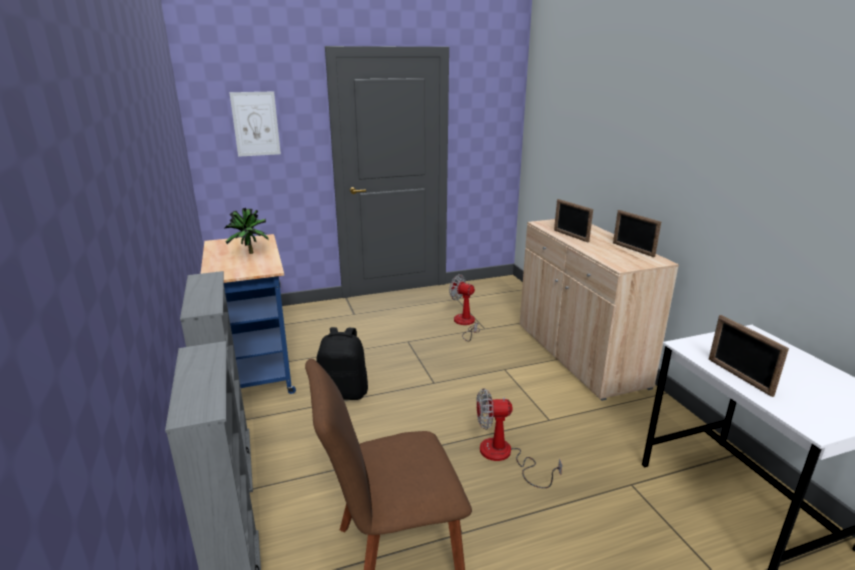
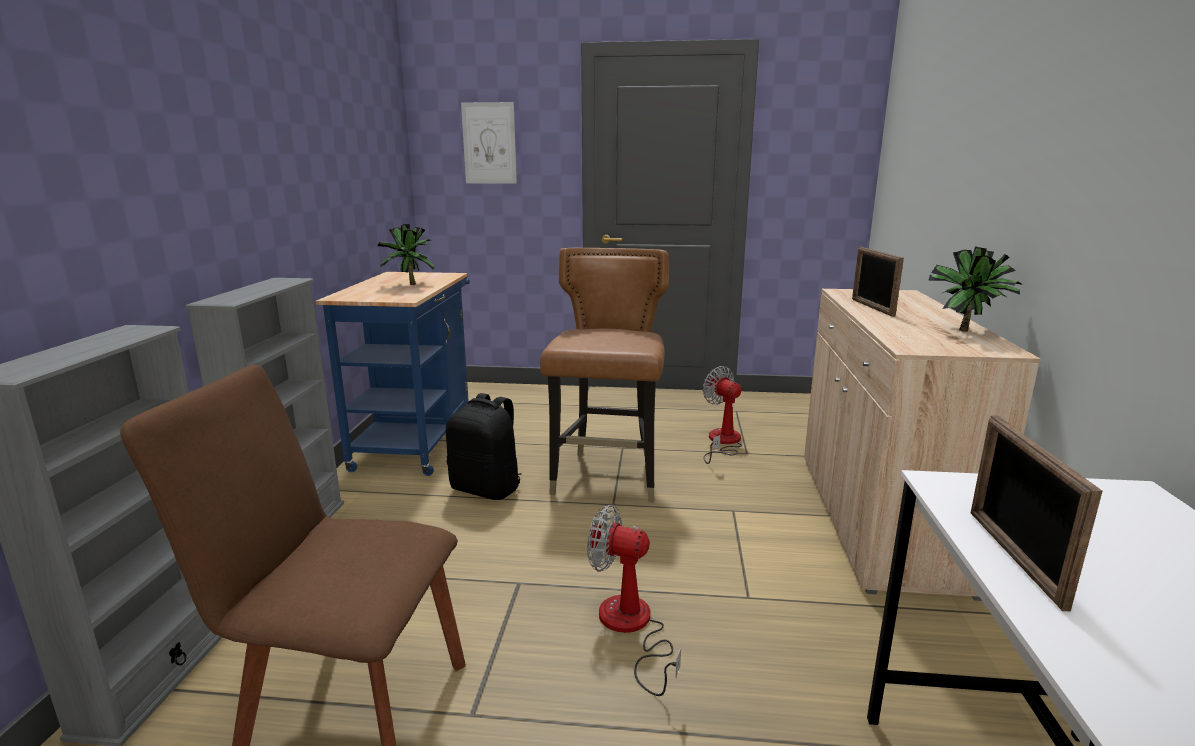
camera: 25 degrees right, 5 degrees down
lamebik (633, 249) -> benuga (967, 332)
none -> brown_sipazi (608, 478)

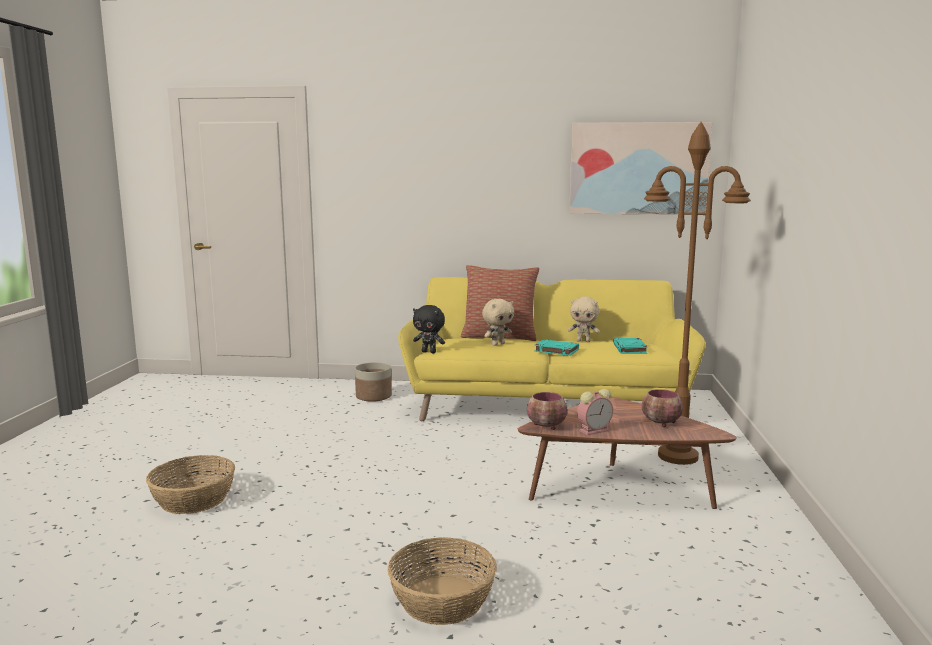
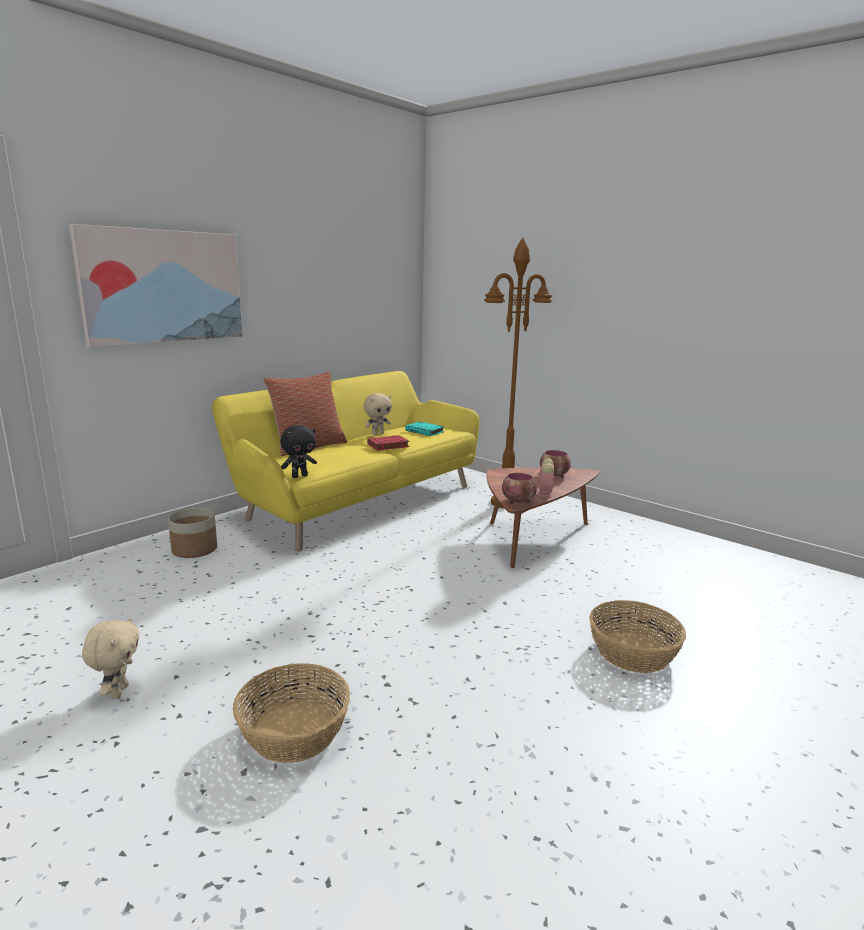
camera: 55 degrees left, 5 degrees up
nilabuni (638, 168) -> nilabuni (163, 286), move
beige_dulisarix (498, 344) -> beige_dulisarix (118, 691), move
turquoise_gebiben (556, 350) -> red_gebiben (387, 446)

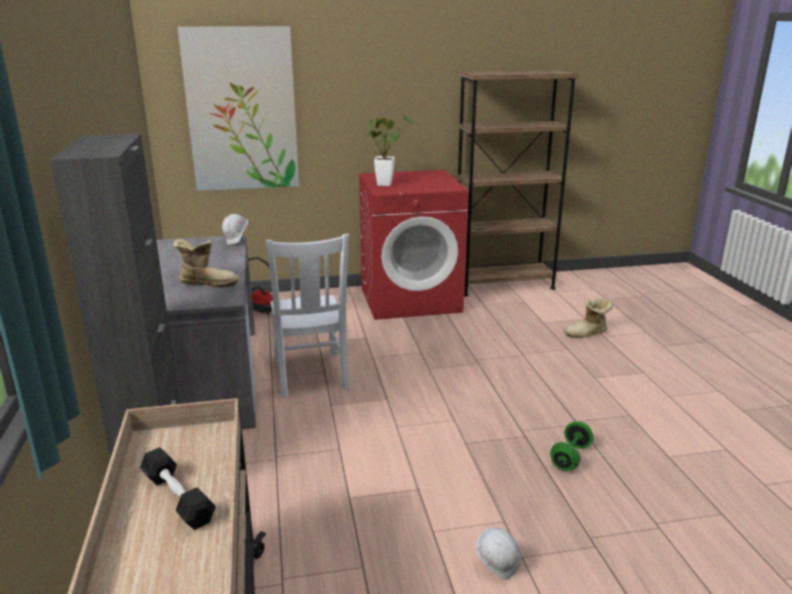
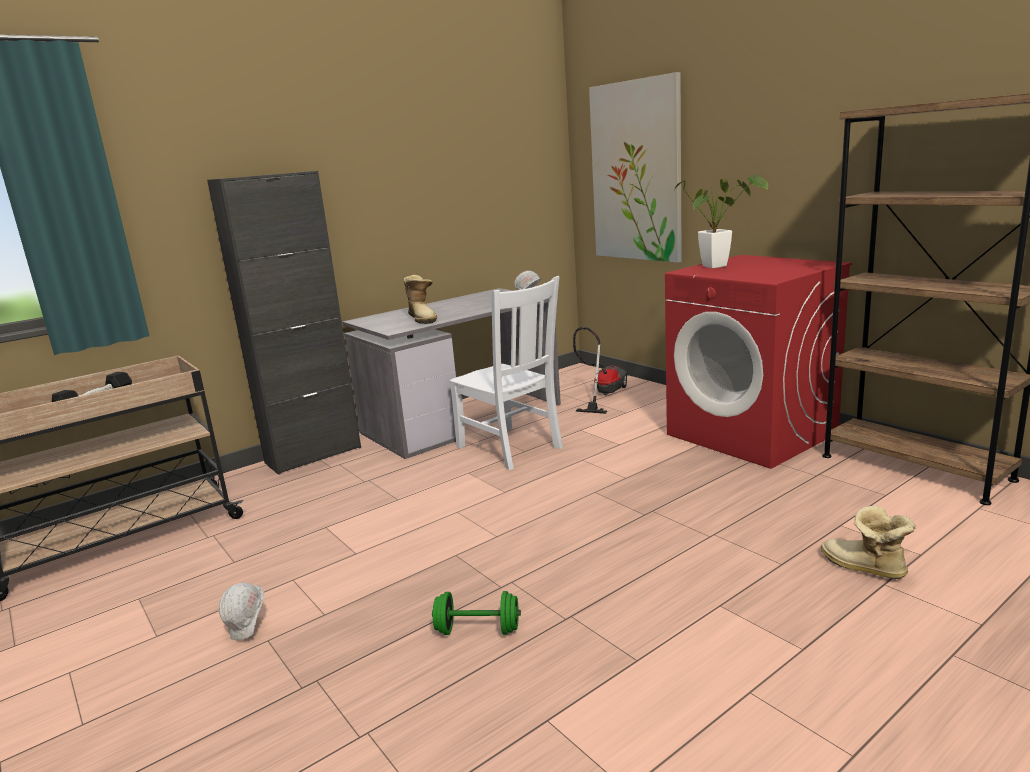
camera: 65 degrees right, 5 degrees down
white_sipazi (310, 376) -> white_sipazi (511, 448), 90 degrees counterclockwise

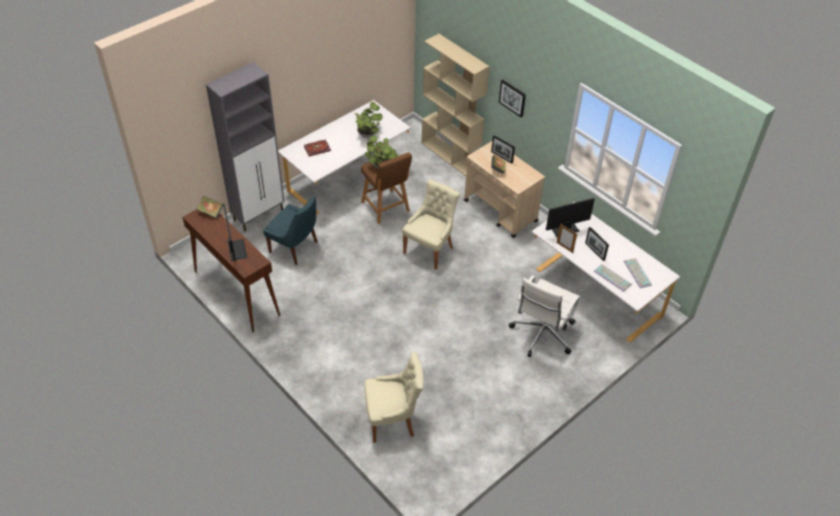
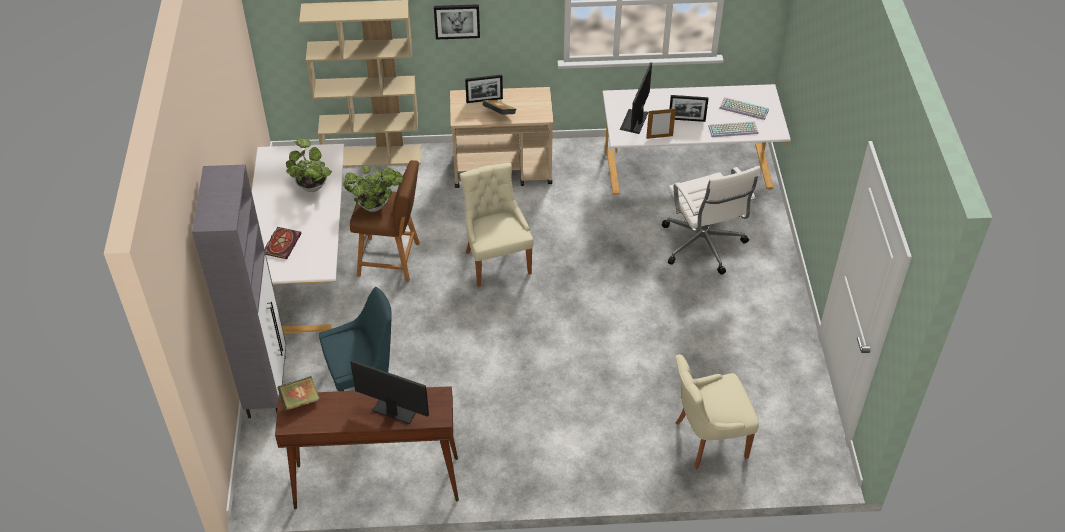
camera: 50 degrees left, 0 degrees up
beige_sipazi (393, 420) -> beige_sipazi (708, 439), 135 degrees counterclockwise

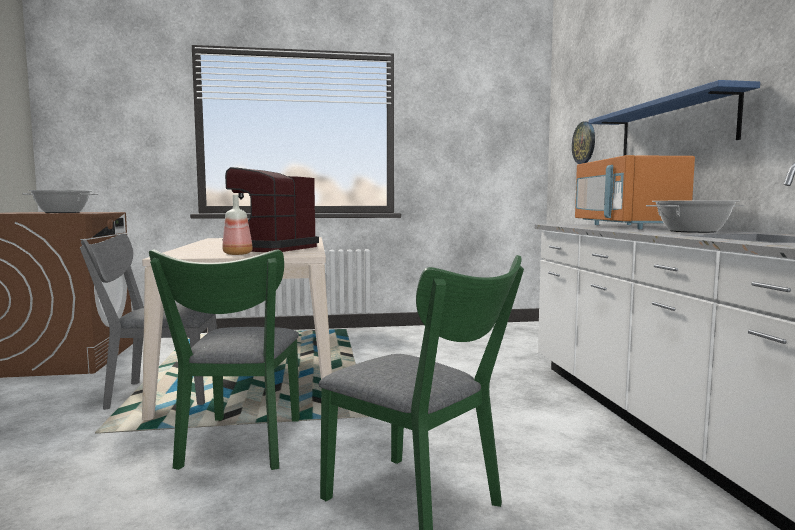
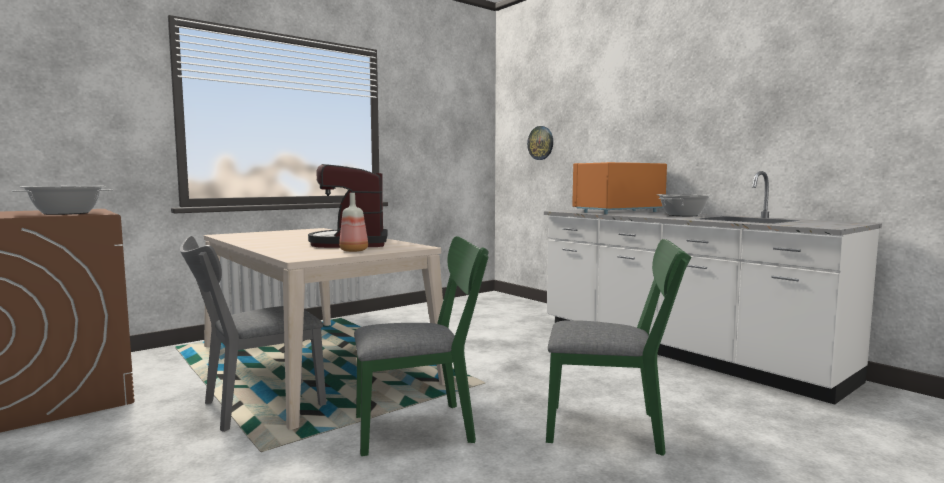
camera: 30 degrees left, 0 degrees up
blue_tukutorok (674, 127) -> none
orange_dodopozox (626, 226) -> orange_dodopozox (618, 212), 90 degrees clockwise
green_sipazi (240, 446) -> green_sipazi (423, 427), 75 degrees counterclockwise

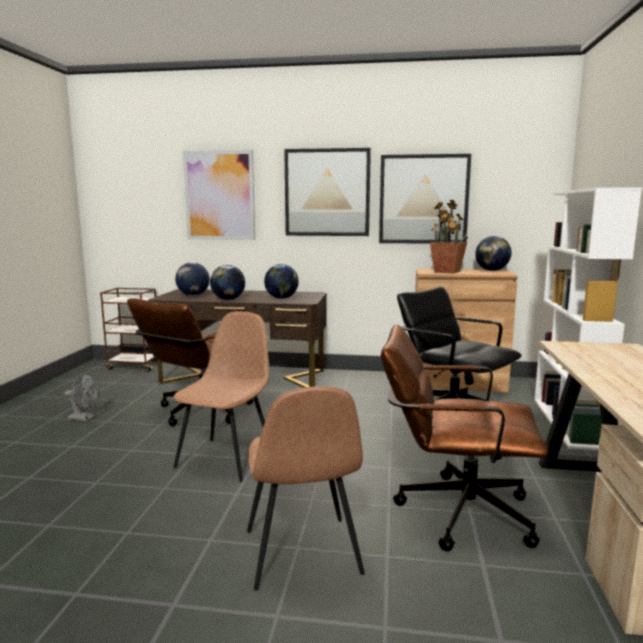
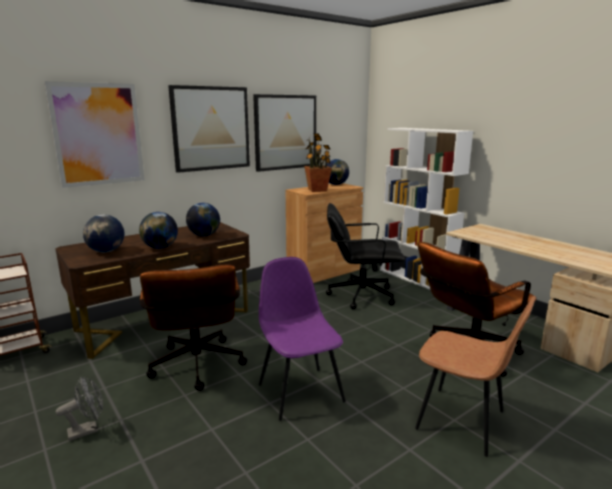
camera: 45 degrees left, 5 degrees up
brown_sipazi (227, 458) -> purple_sipazi (300, 391)

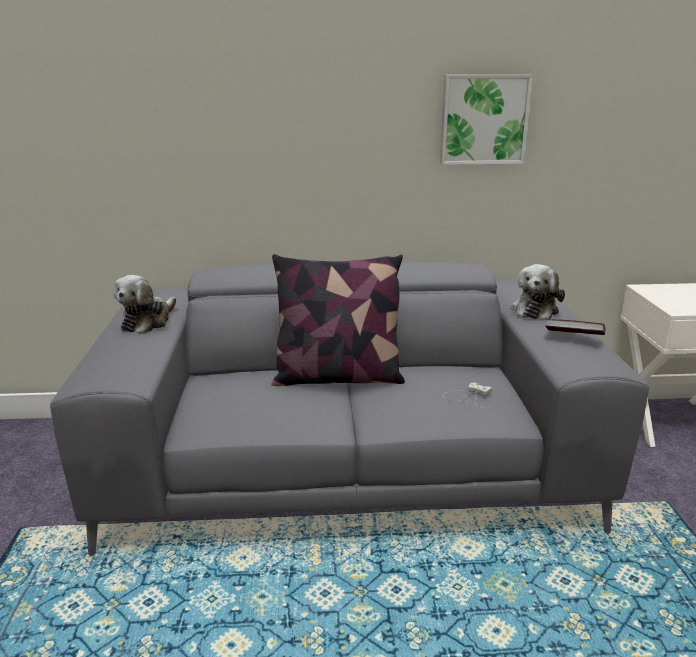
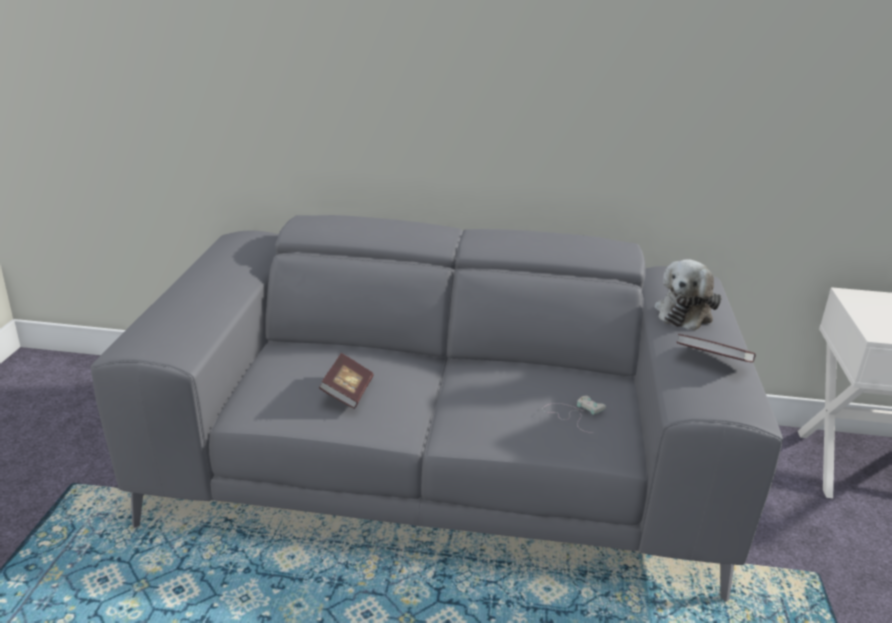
camera: 10 degrees right, 5 degrees up
nilabuni (483, 119) -> none
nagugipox (337, 377) -> none
dulisarix (148, 322) -> none
none -> gebiben (347, 392)

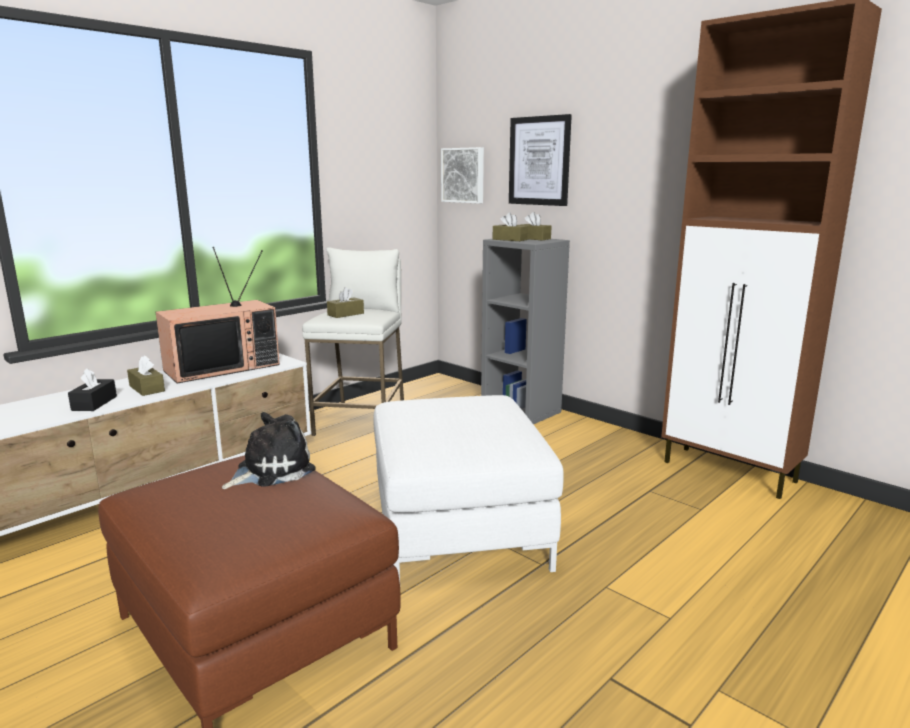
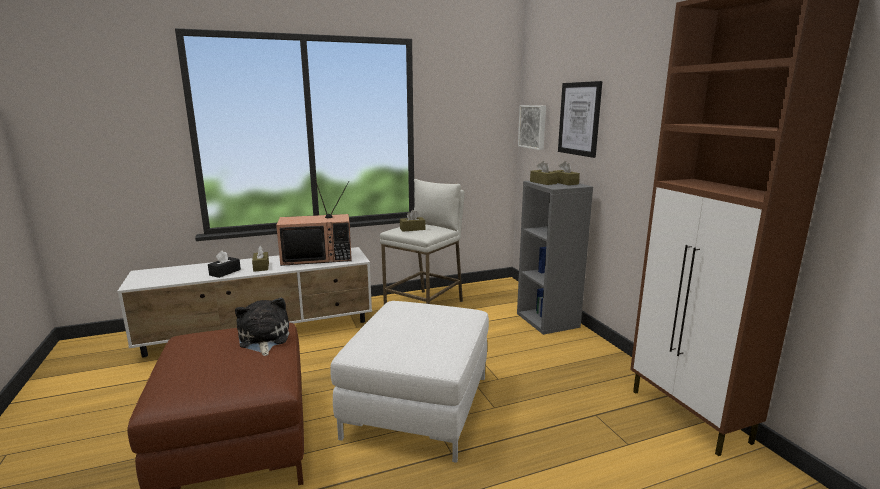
camera: 25 degrees right, 0 degrees up
dulisarix (271, 470) -> dulisarix (263, 339), 90 degrees counterclockwise

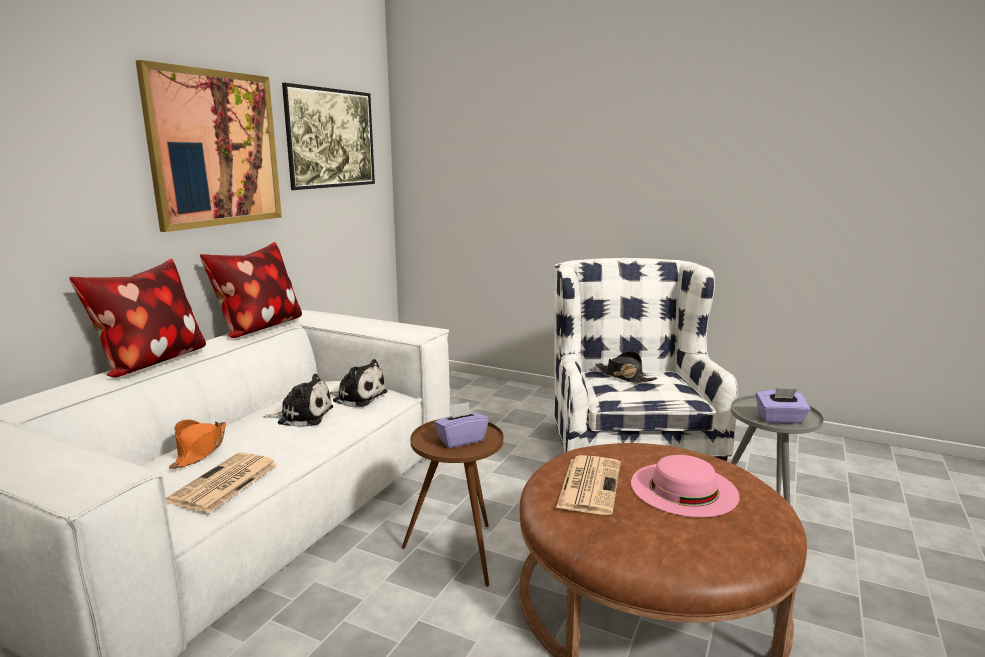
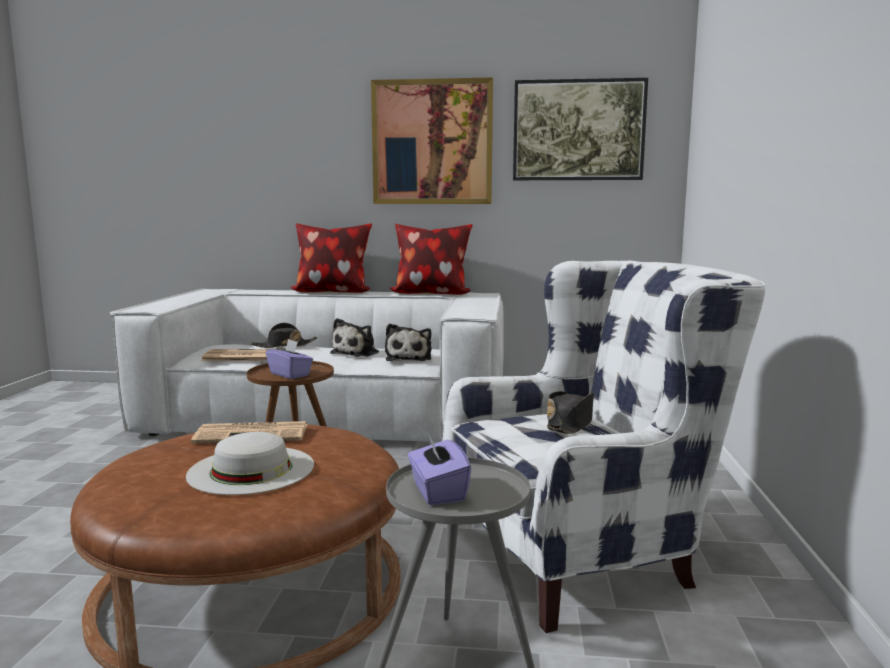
camera: 70 degrees right, 5 degrees down
dulisarix (302, 416) -> dulisarix (357, 353), 45 degrees clockwise
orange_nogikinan (200, 450) -> black_nogikinan (284, 345)
pink_nogikinan (683, 488) -> white_nogikinan (251, 469)

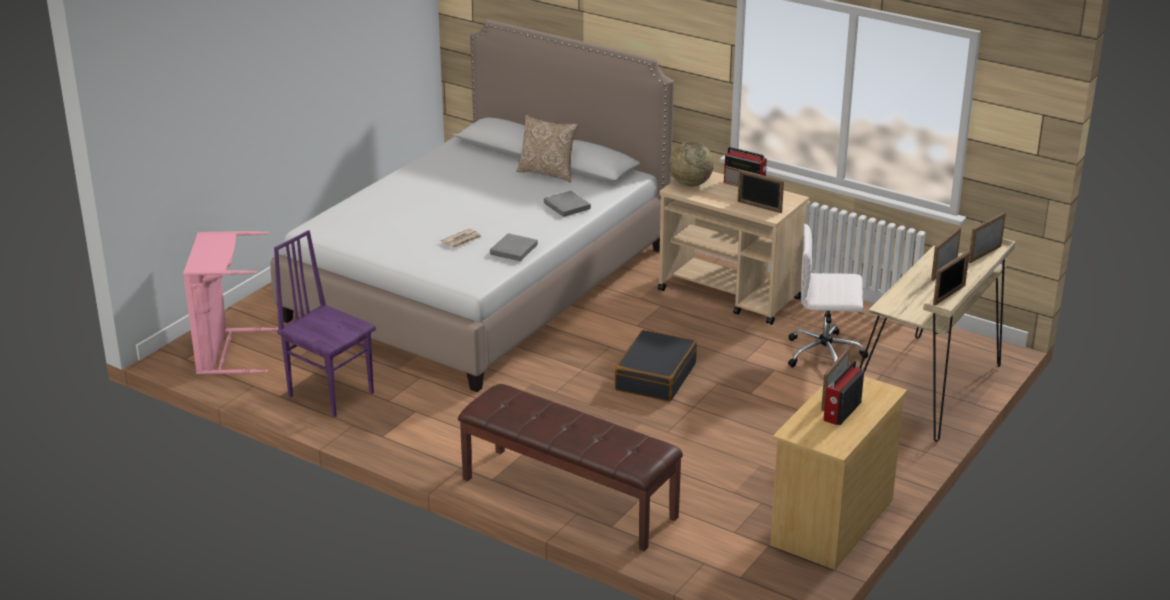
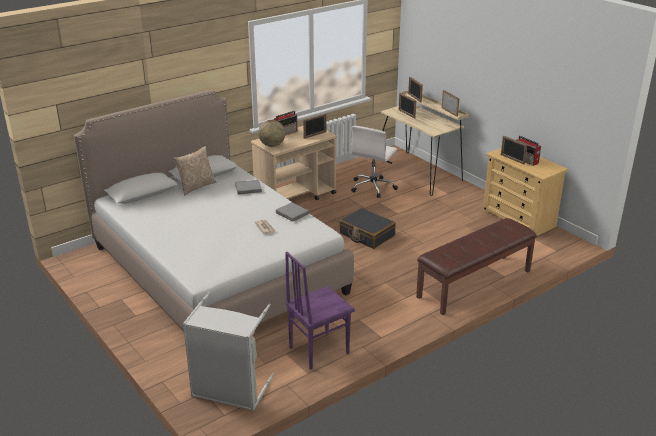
camera: 70 degrees left, 0 degrees up
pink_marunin (227, 352) -> grey_marunin (229, 391)

